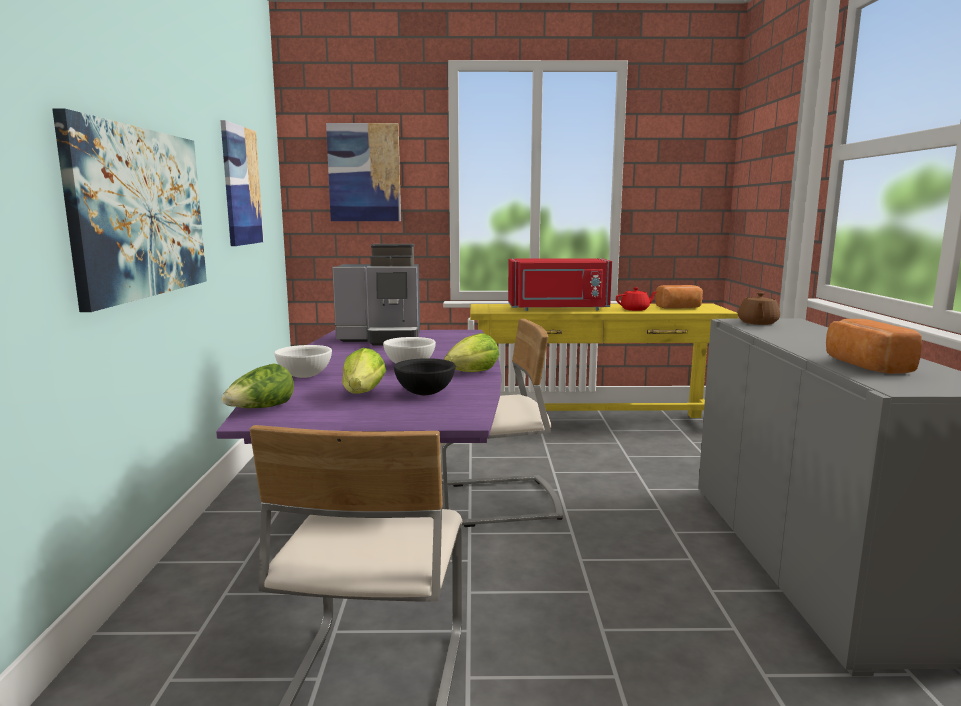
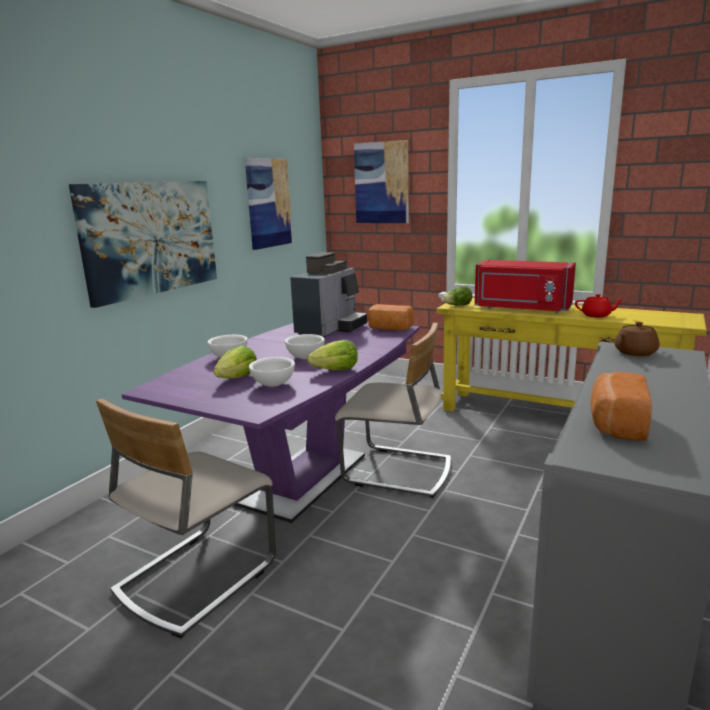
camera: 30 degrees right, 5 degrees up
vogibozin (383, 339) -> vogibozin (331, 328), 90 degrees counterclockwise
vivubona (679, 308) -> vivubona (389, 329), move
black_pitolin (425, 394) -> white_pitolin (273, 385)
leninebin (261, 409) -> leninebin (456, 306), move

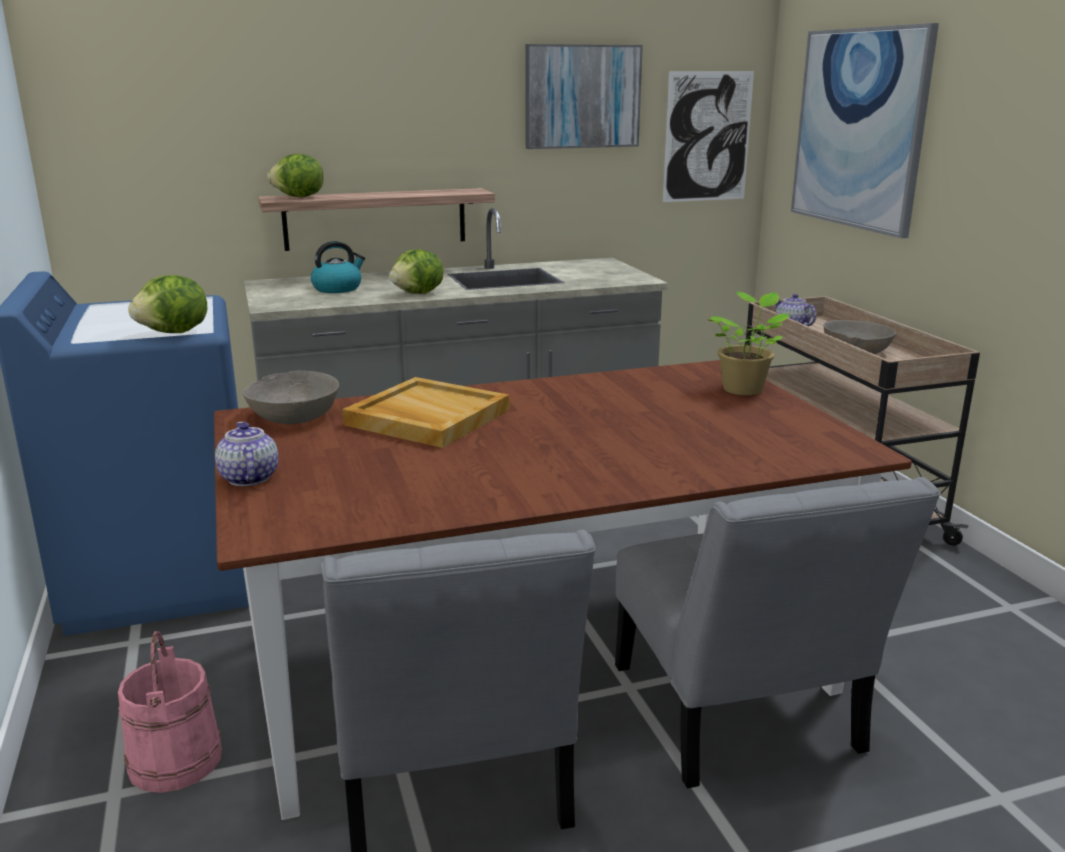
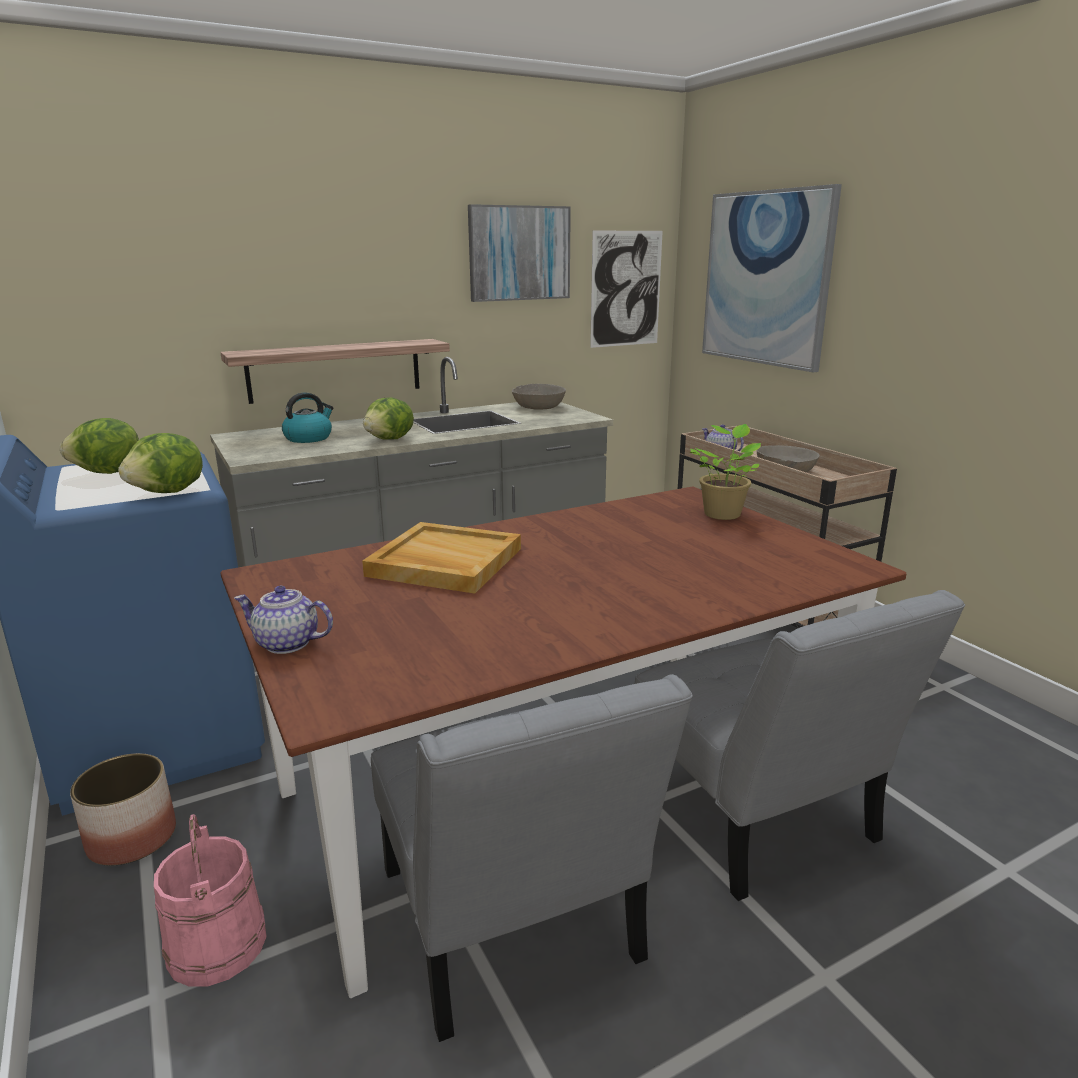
camera: 10 degrees left, 0 degrees up
leninebin (299, 197) -> leninebin (108, 473), move
grey_pitolin (294, 416) -> grey_pitolin (539, 407), move
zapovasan (248, 478) -> zapovasan (286, 643), 45 degrees counterclockwise
none -> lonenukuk (132, 838)

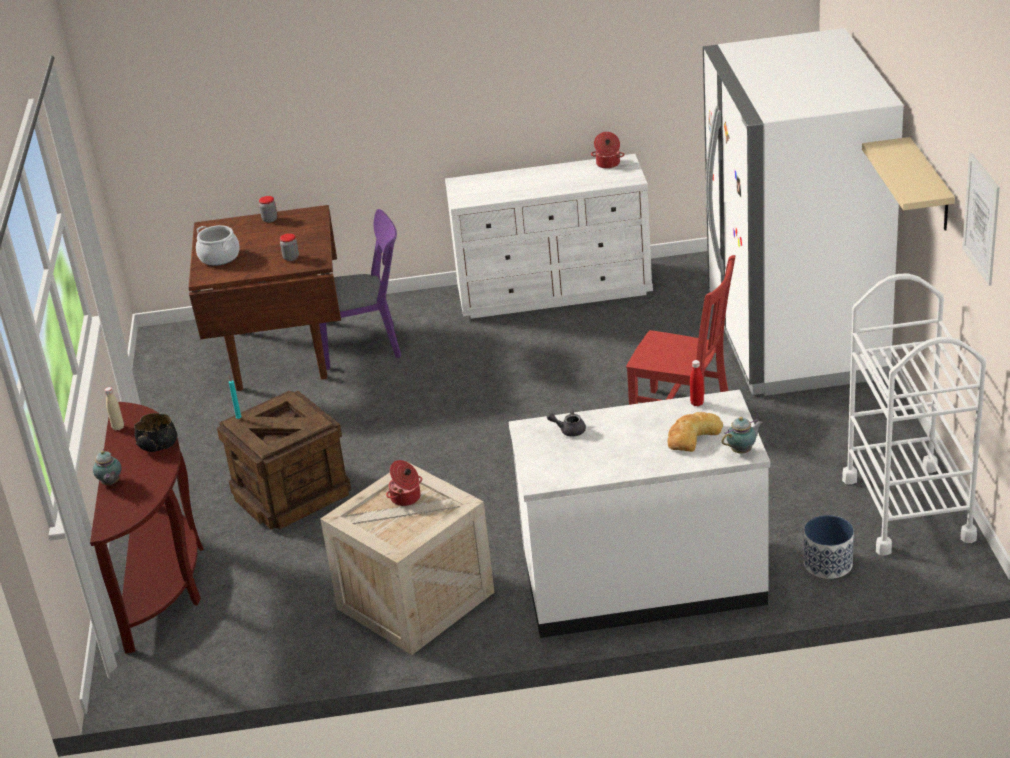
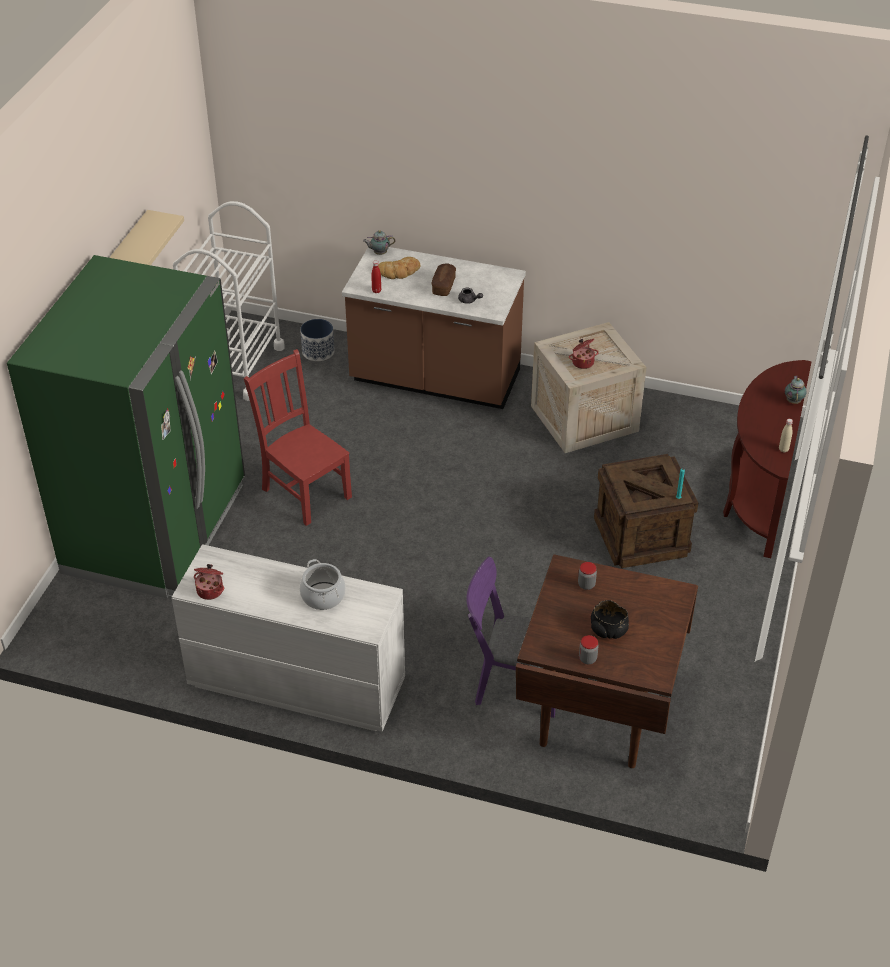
camera: 160 degrees left, 10 degrees up
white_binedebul (794, 340) -> green_binedebul (157, 529)
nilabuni (981, 218) -> none
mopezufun (219, 257) -> mopezufun (323, 596), move
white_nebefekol (643, 582) -> brown_nebefekol (435, 379)
black_pitolin (158, 445) -> black_pitolin (608, 630), move
none -> vivubona (443, 286)

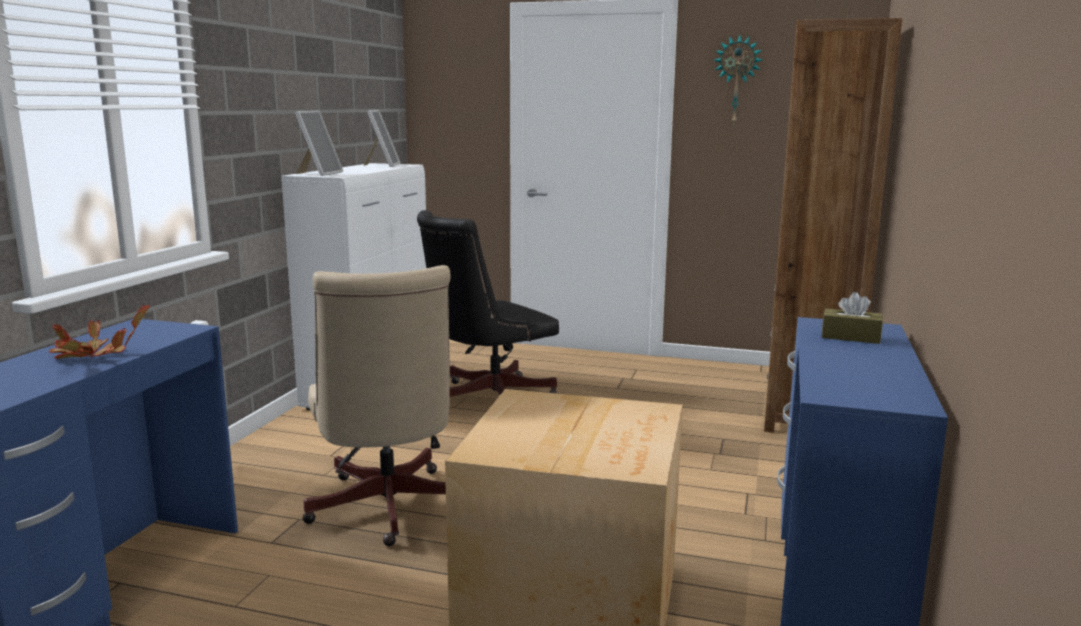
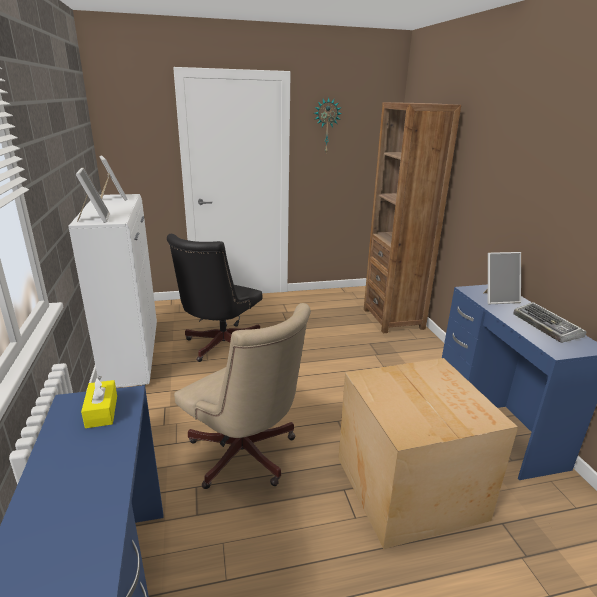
camera: 30 degrees left, 10 degrees up
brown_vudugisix (850, 337) -> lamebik (498, 299)
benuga (93, 356) -> none
none -> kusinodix (547, 327)
none -> yellow_vudugisix (102, 411)

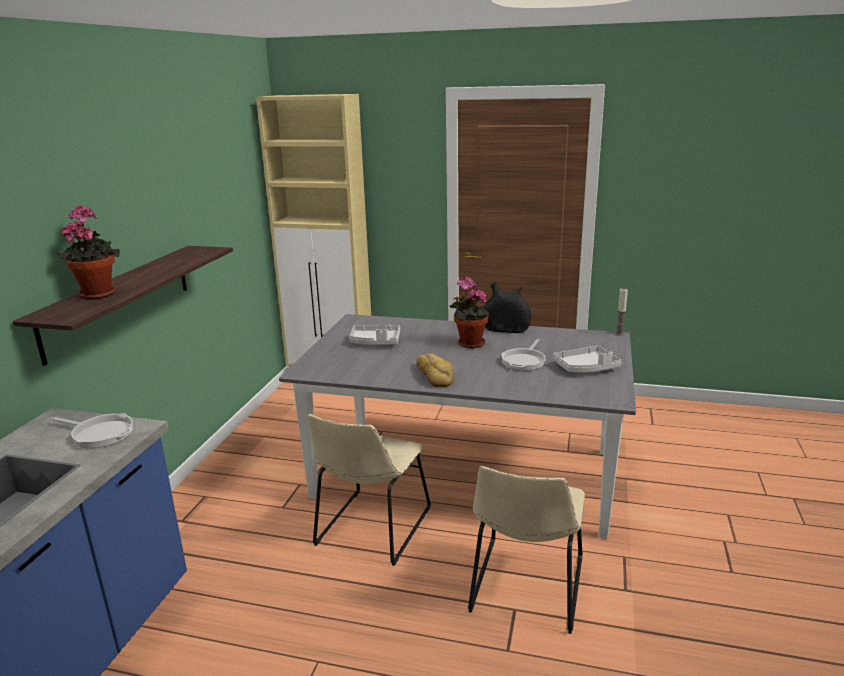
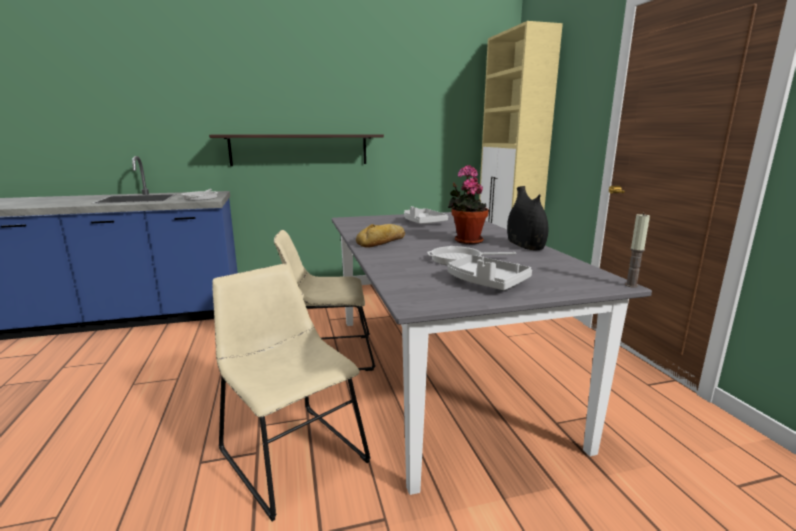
camera: 60 degrees right, 5 degrees down
benuga (98, 293) -> none
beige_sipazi (526, 588) -> beige_sipazi (290, 452), 60 degrees clockwise

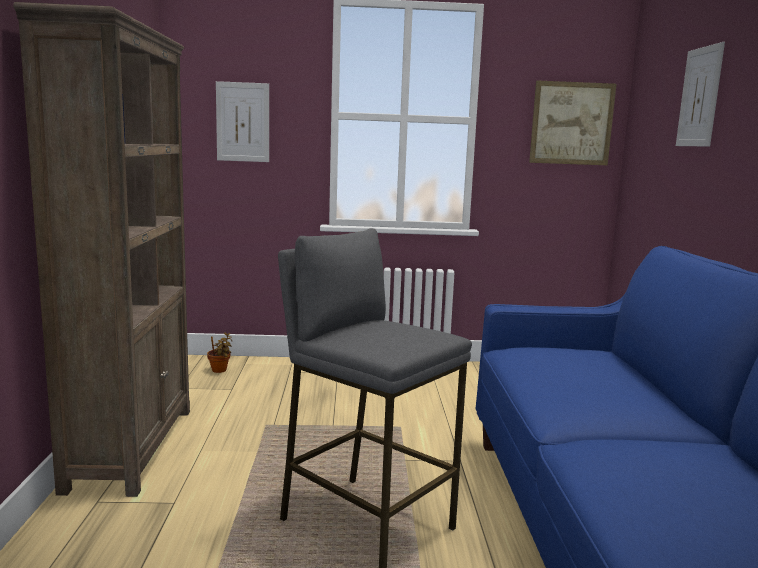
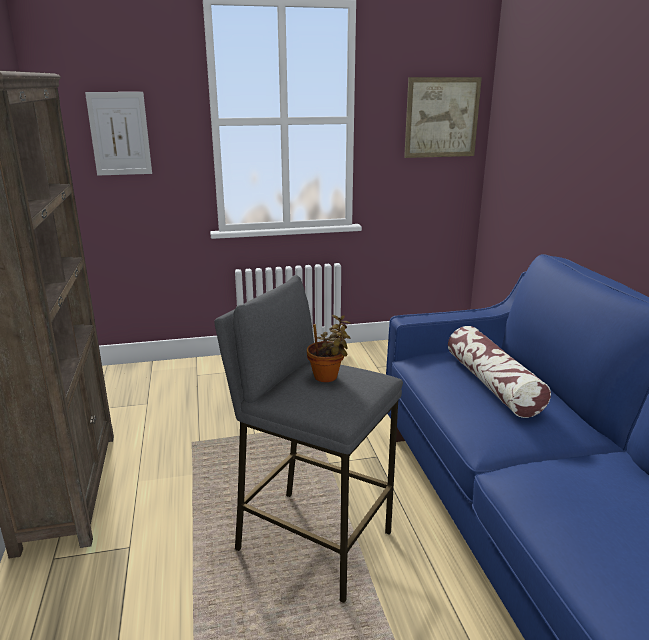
camera: 10 degrees left, 10 degrees up
nilabuni (699, 97) -> none
benuga (220, 370) -> benuga (328, 377), move
none -> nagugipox (492, 384)

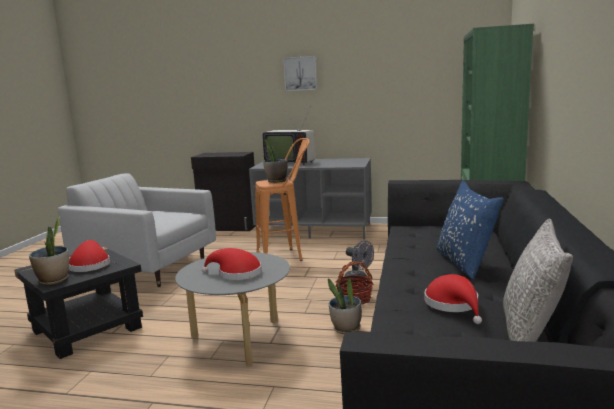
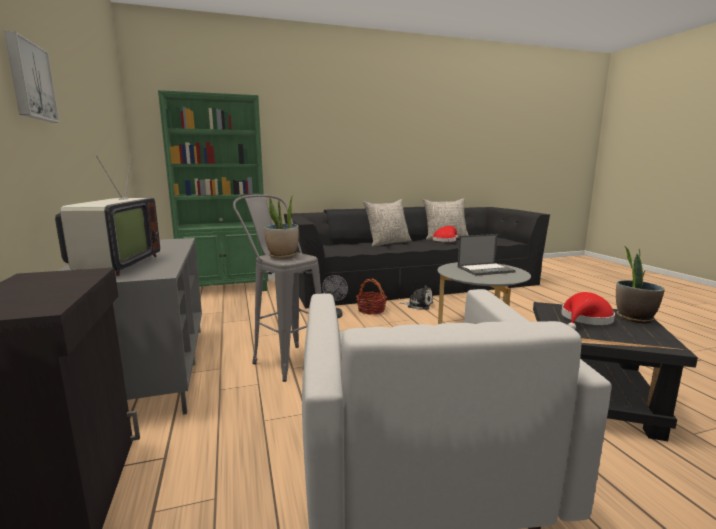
camera: 120 degrees left, 0 degrees up
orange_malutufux (287, 256) -> grey_malutufux (284, 359)
blue_nagugipox (465, 263) -> grey_nagugipox (388, 243)
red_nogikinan (236, 273) -> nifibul (486, 269)
benuga (346, 329) -> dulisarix (418, 305)

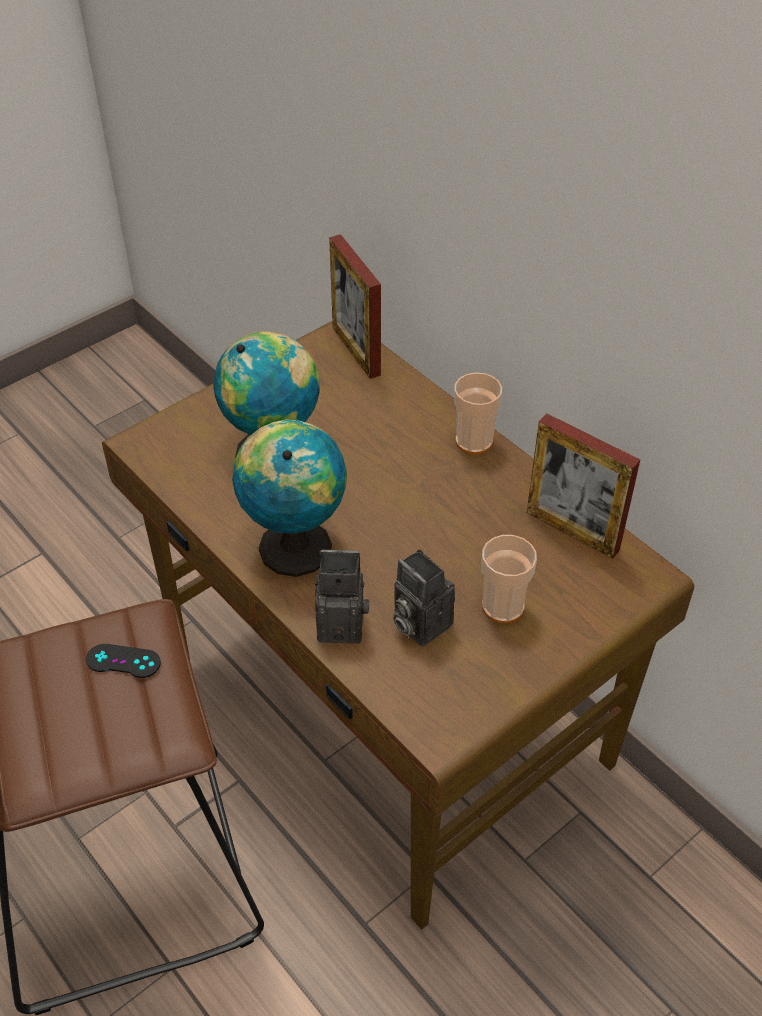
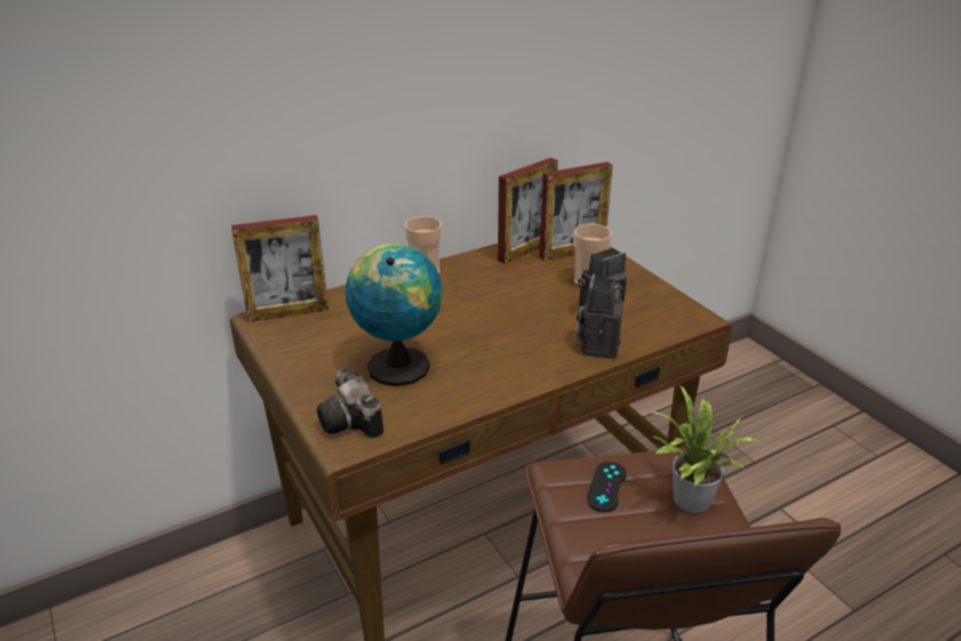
camera: 80 degrees left, 15 degrees down
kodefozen (294, 544) -> none
none -> lamebik (572, 252)
none -> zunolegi (353, 422)
none -> benuga (687, 501)

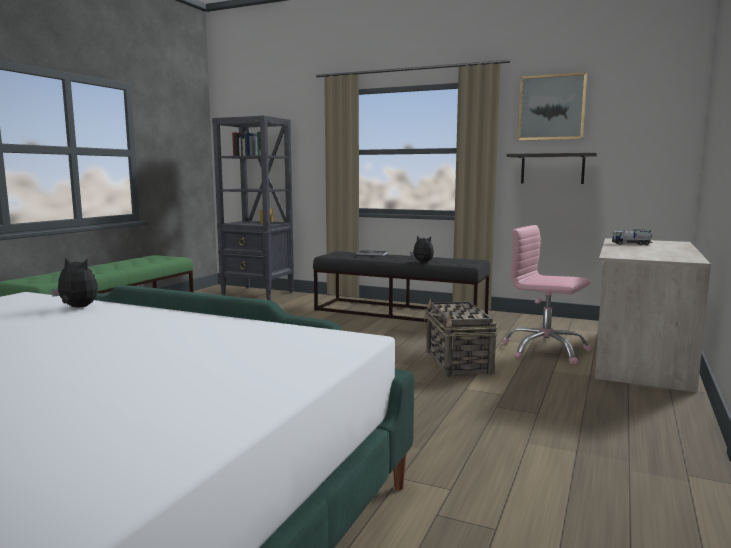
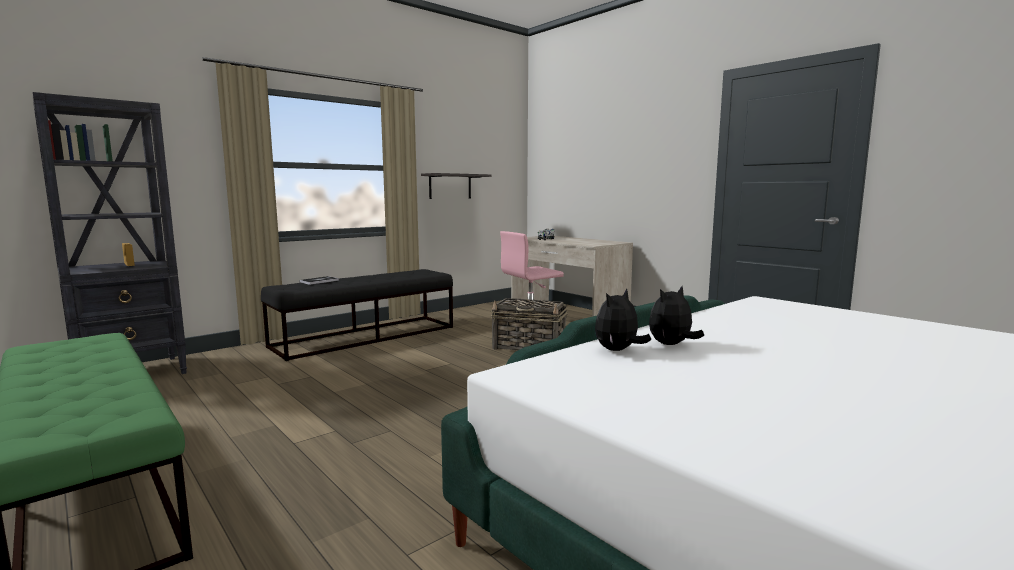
camera: 65 degrees left, 0 degrees up
nilabuni (551, 107) -> none
dulisarix (422, 262) -> dulisarix (671, 345), move

